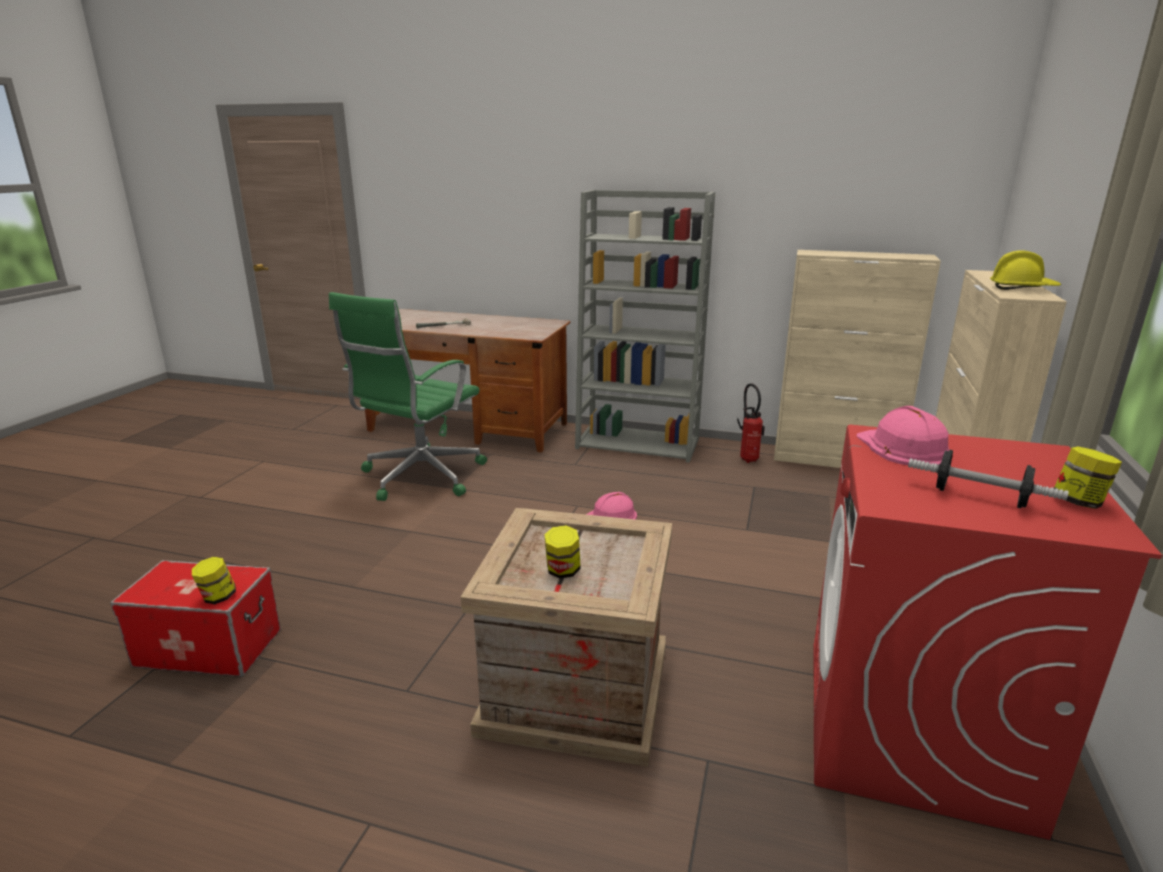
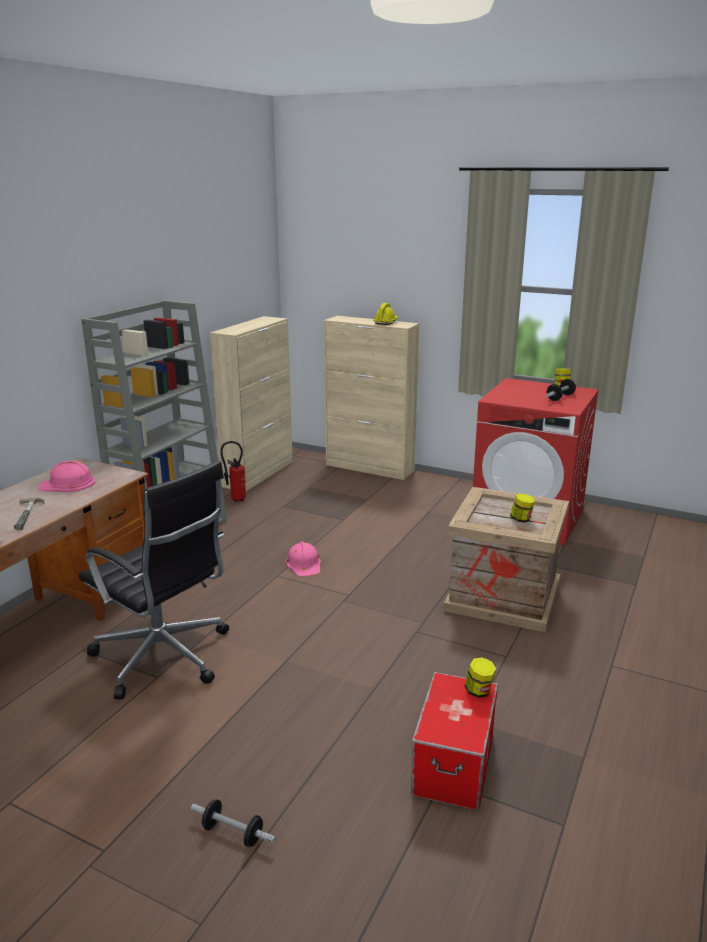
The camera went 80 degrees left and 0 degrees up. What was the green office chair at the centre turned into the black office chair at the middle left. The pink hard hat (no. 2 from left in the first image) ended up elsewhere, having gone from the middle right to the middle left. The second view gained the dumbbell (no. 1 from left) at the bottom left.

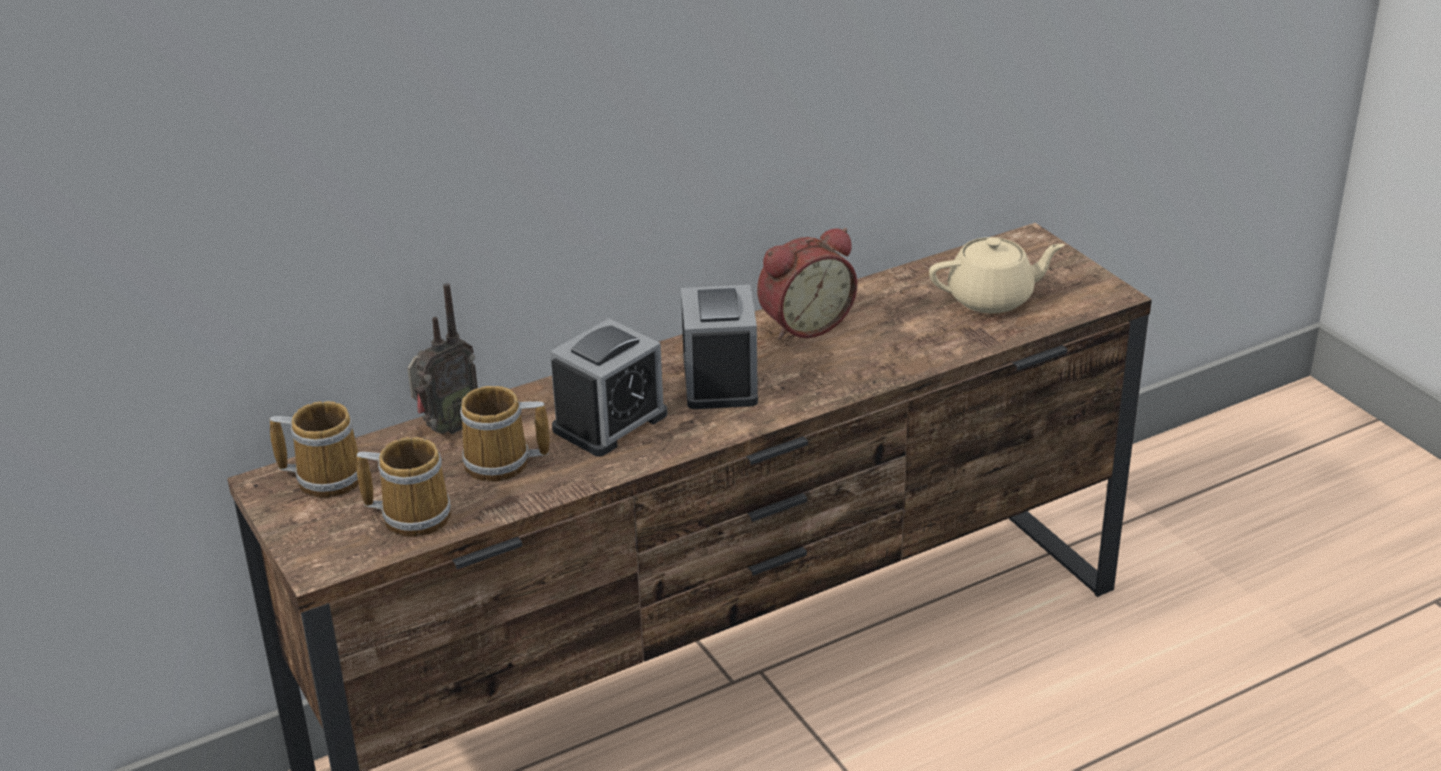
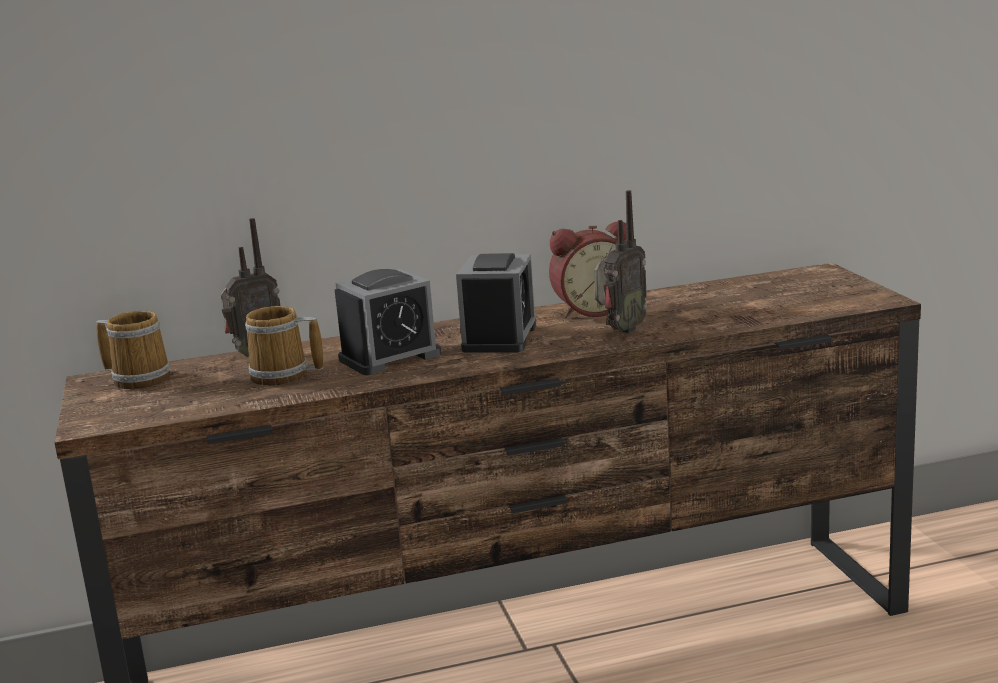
The camera went 15 degrees right and 15 degrees down. The second view lost the beige teapot at the middle right. The second view lost the mug (no. 2 from left) at the middle left. The second view gained the radio (no. 2 from left) at the centre.

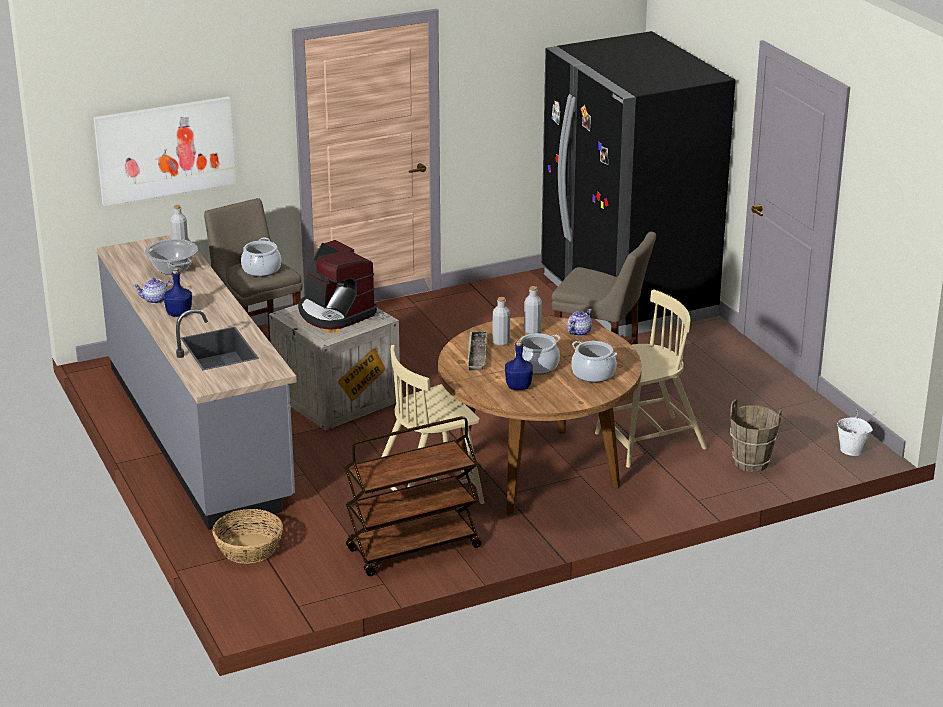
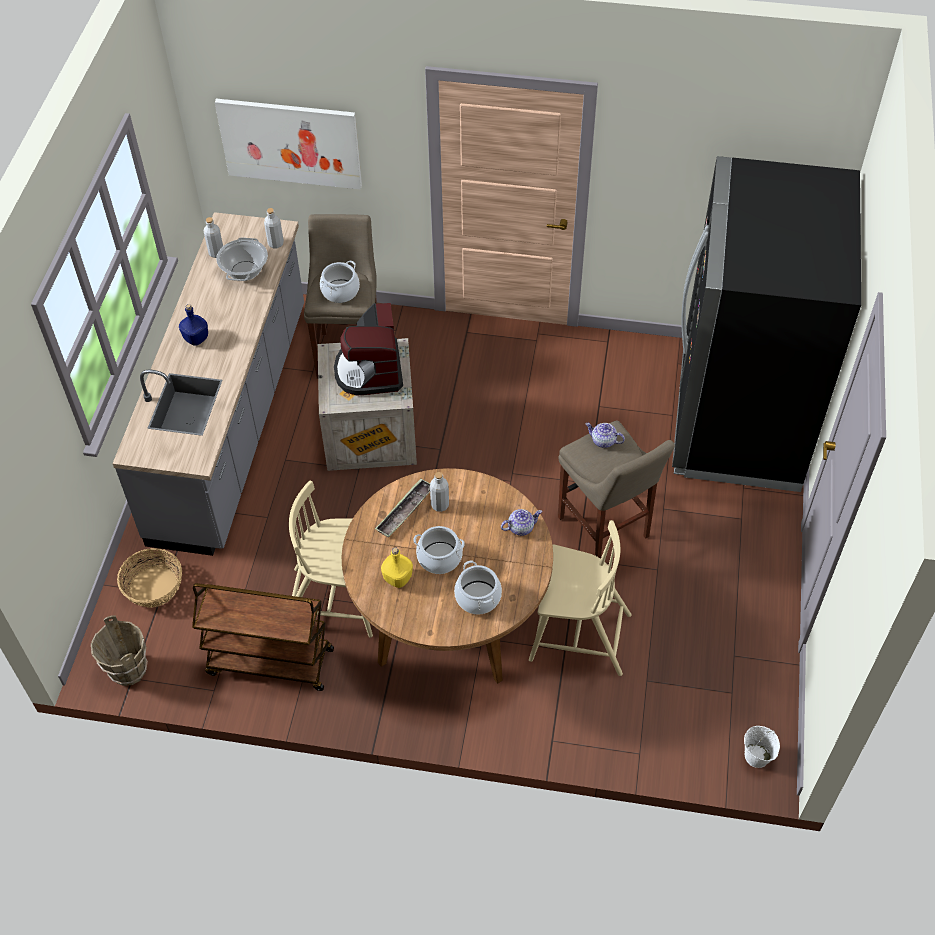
The camera went 35 degrees right and 25 degrees up. The teapot (no. 1 from left in the first image) ended up elsewhere, having gone from the middle left to the centre. The grey bottle (no. 3 from left in the first image) ended up elsewhere, having gone from the centre to the top left. What was the blue bottle (no. 2 from left) at the centre turned into the yellow bottle at the centre. The brown bucket ended up elsewhere, having gone from the middle right to the bottom left.

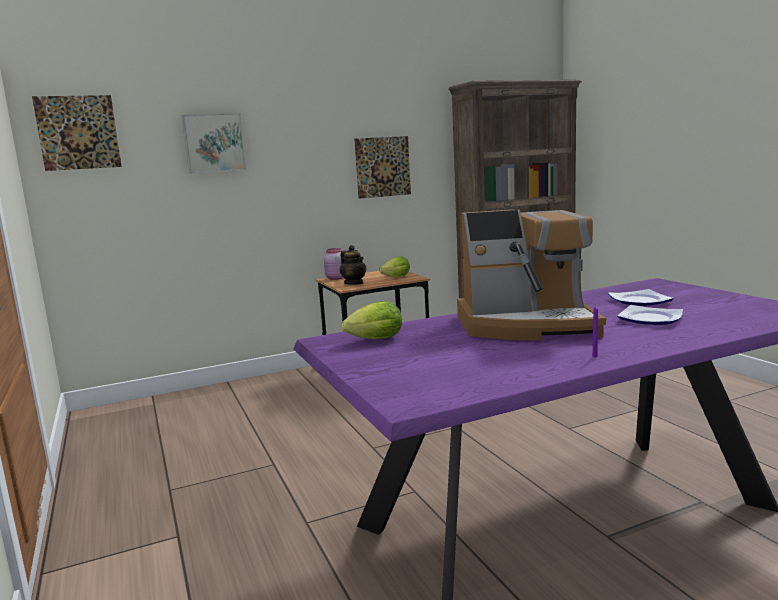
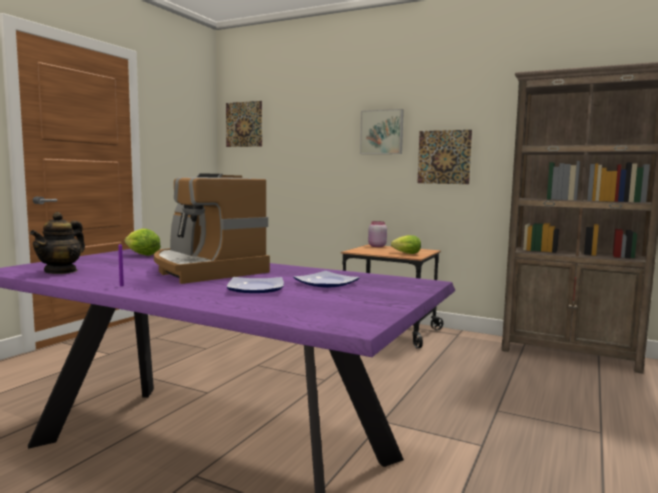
The camera went 50 degrees right and 5 degrees down. The picture (no. 2 from left) ended up elsewhere, having gone from the top left to the top centre. The teapot ended up elsewhere, having gone from the centre to the middle left.

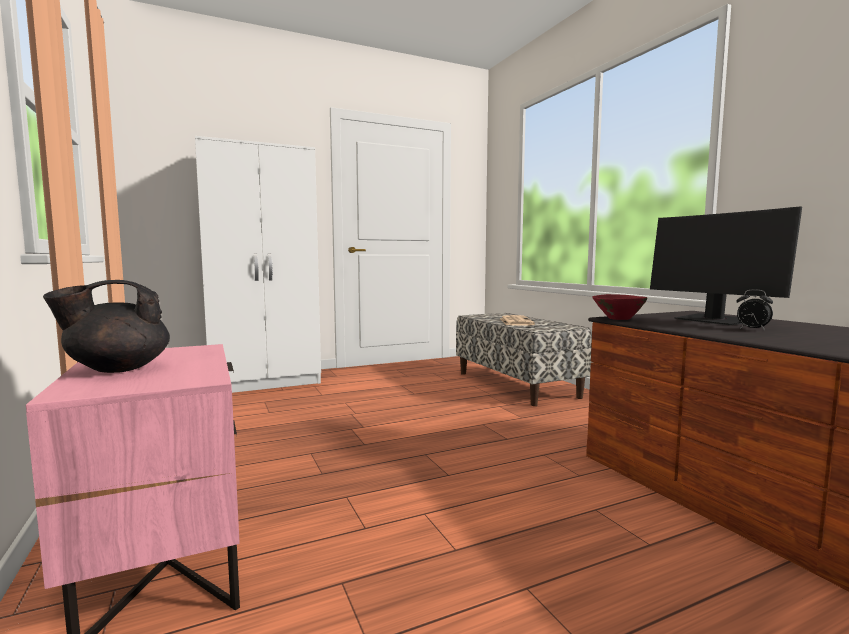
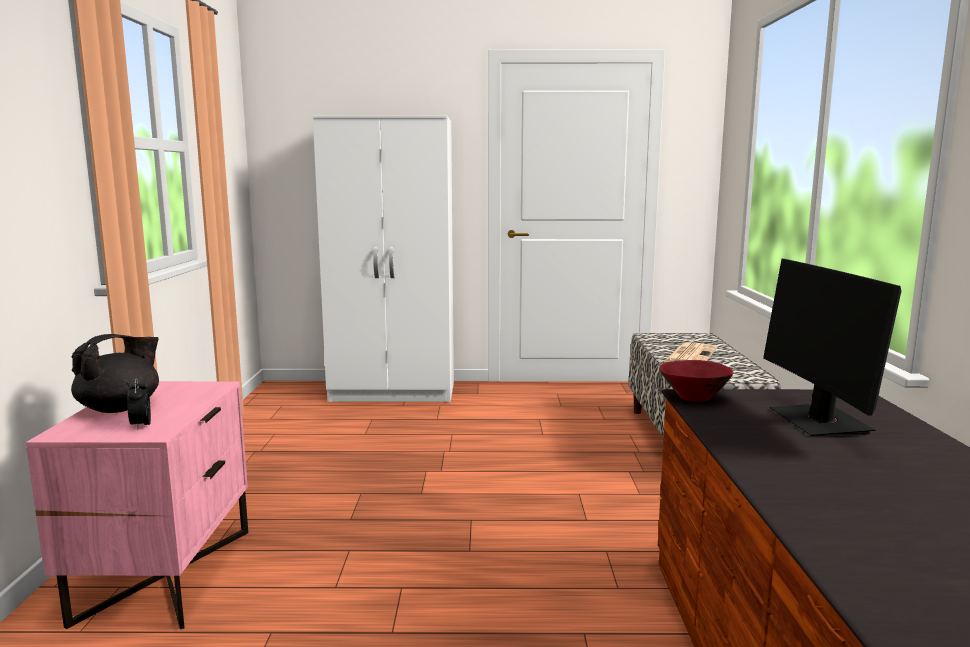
The camera went 25 degrees right and 5 degrees up. The black teapot at the middle left ended up facing another way, 135 degrees clockwise from before. The alarm clock ended up elsewhere, having gone from the middle right to the middle left.

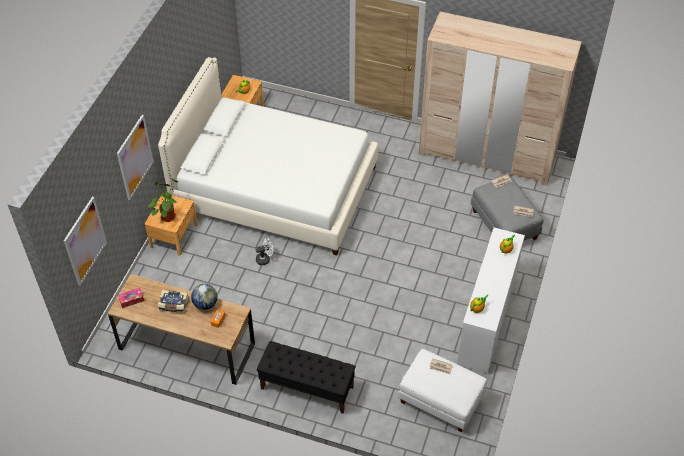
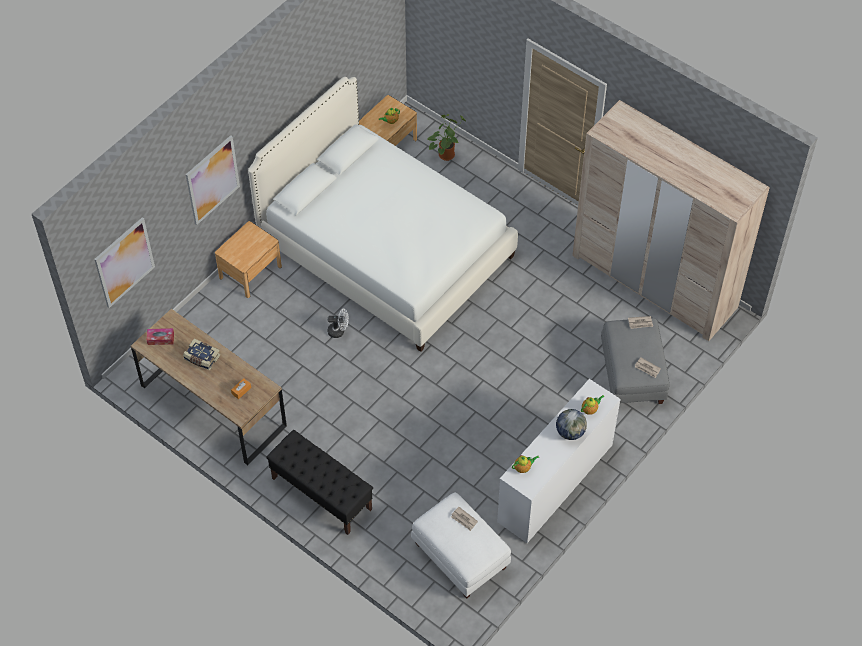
The camera went 20 degrees right and 5 degrees up. The potted plant ended up elsewhere, having gone from the middle left to the top centre. The globe ended up elsewhere, having gone from the middle left to the centre.

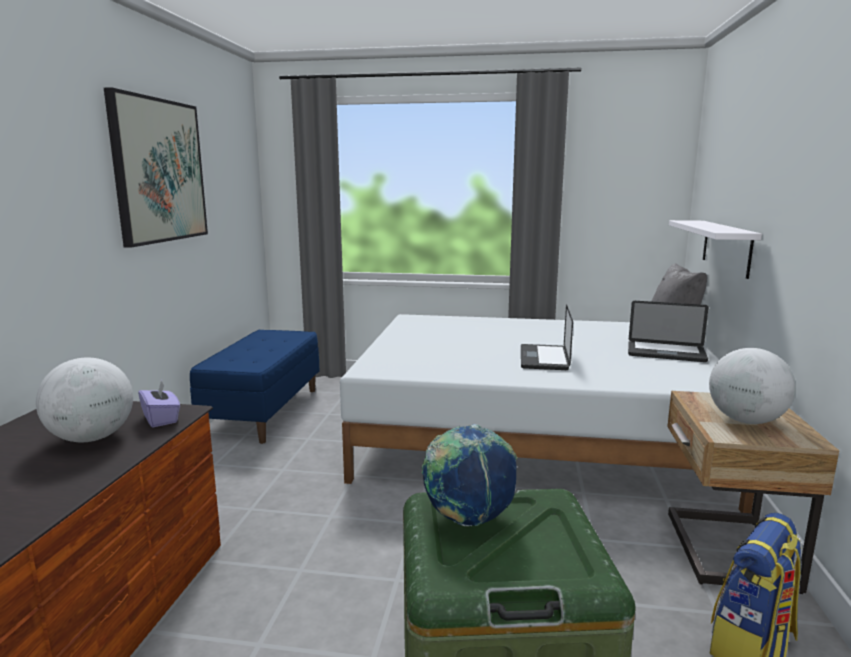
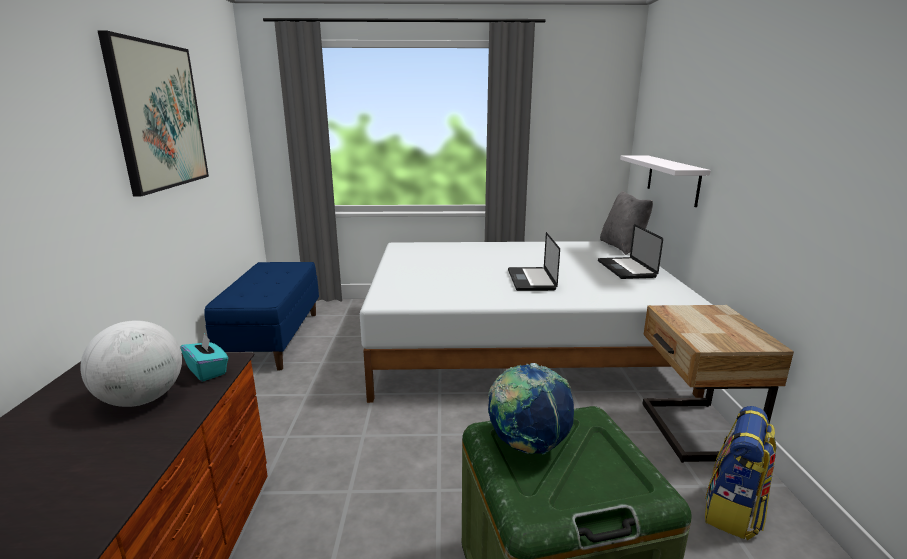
The camera went 10 degrees left and 5 degrees up. The laptop (no. 2 from left) at the middle right ended up facing another way, 75 degrees clockwise from before. The second view lost the globe (no. 3 from left) at the middle right. What was the purple tissue box at the middle left turned into the turquoise tissue box at the middle left.

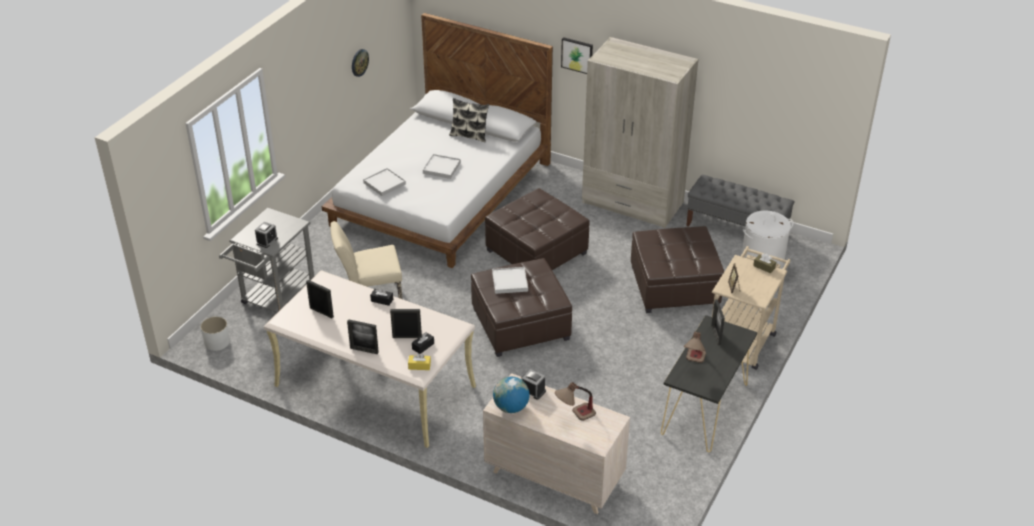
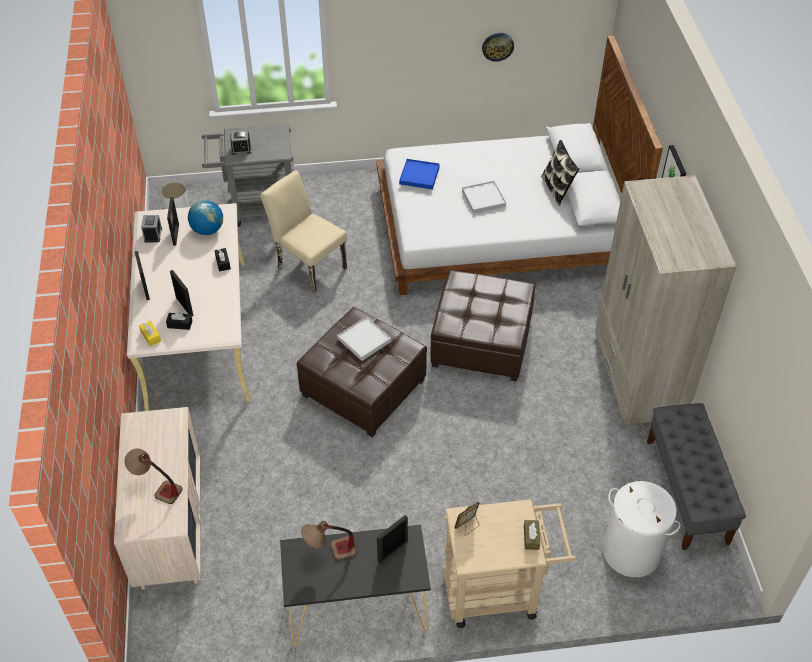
The camera went 55 degrees right and 10 degrees up. What was the white tray (no. 1 from left) at the centre turned into the blue tray at the top centre. The second view lost the brown ottoman (no. 3 from left) at the centre. The alarm clock (no. 2 from left in the first image) ended up elsewhere, having gone from the bottom centre to the middle left. The globe ended up elsewhere, having gone from the bottom centre to the top left.

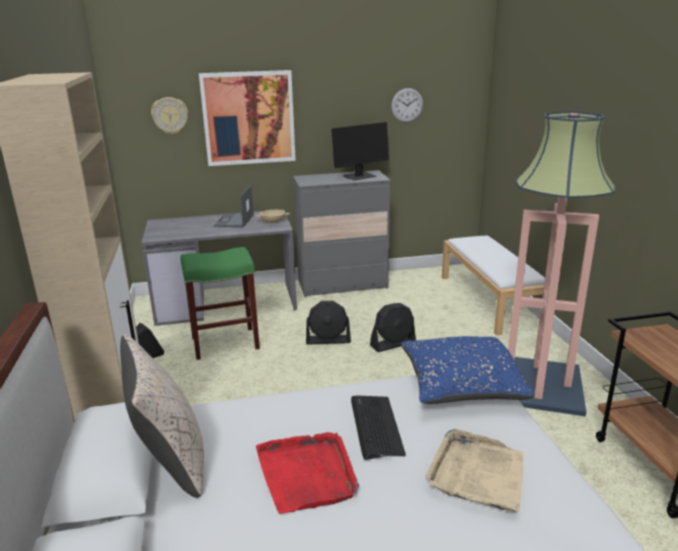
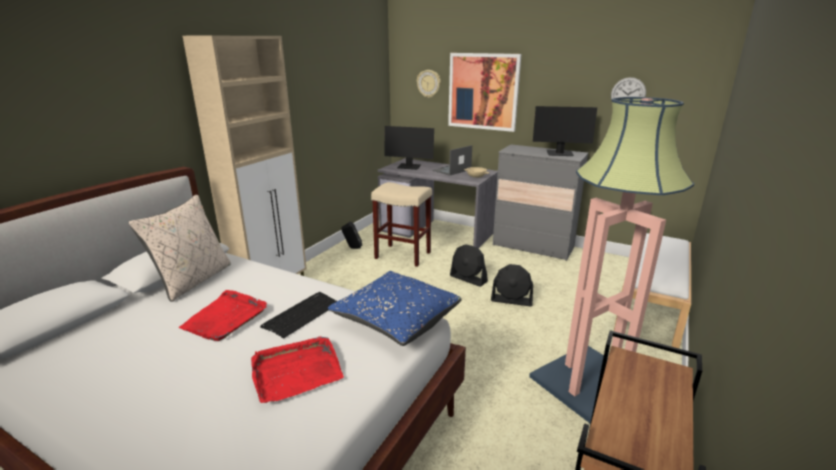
The camera went 40 degrees right and 0 degrees up. What was the green stool at the middle left turned into the beige stool at the centre. What was the beige tray at the bottom right turned into the red tray (no. 2 from left) at the bottom centre. The second view gained the monitor (no. 1 from left) at the top centre.

